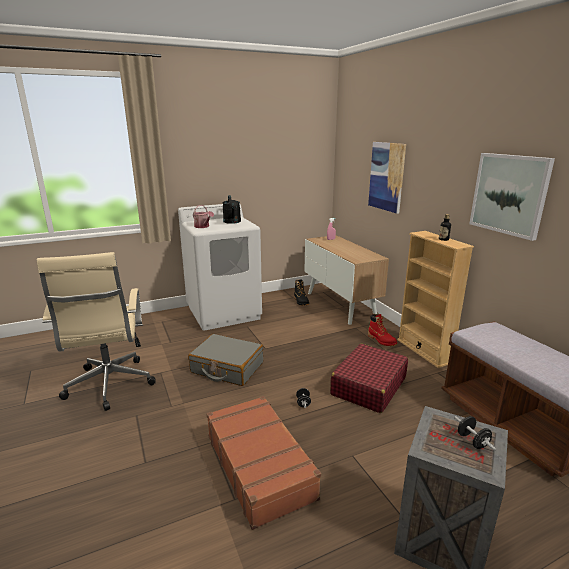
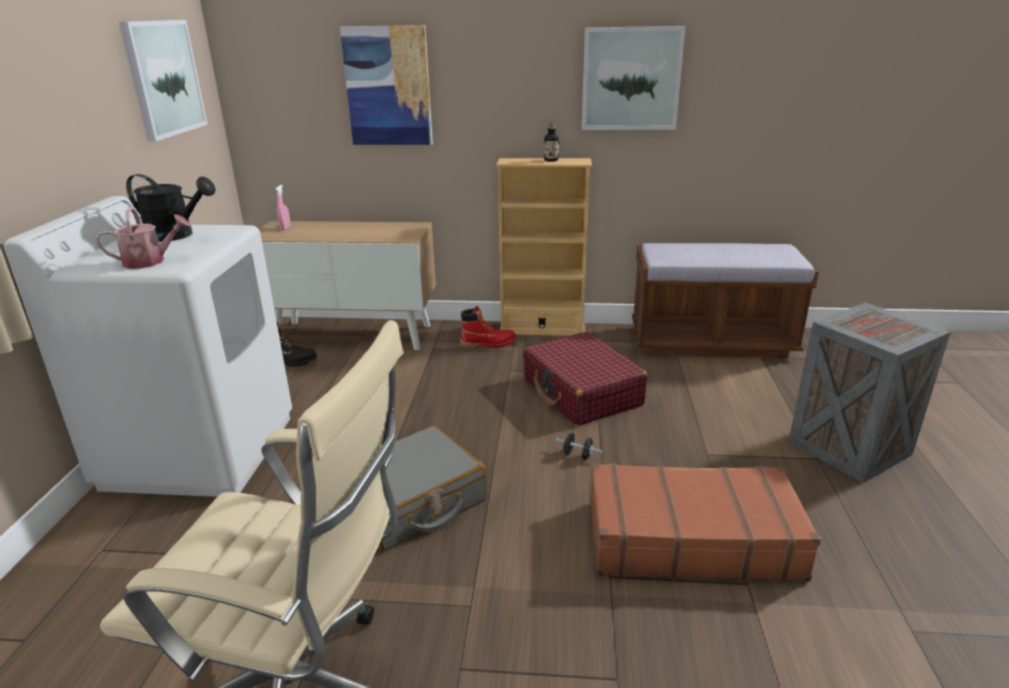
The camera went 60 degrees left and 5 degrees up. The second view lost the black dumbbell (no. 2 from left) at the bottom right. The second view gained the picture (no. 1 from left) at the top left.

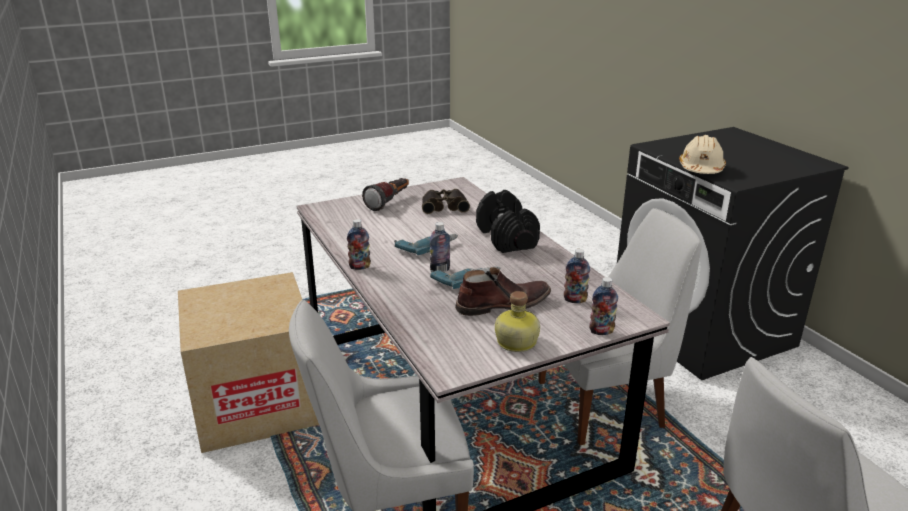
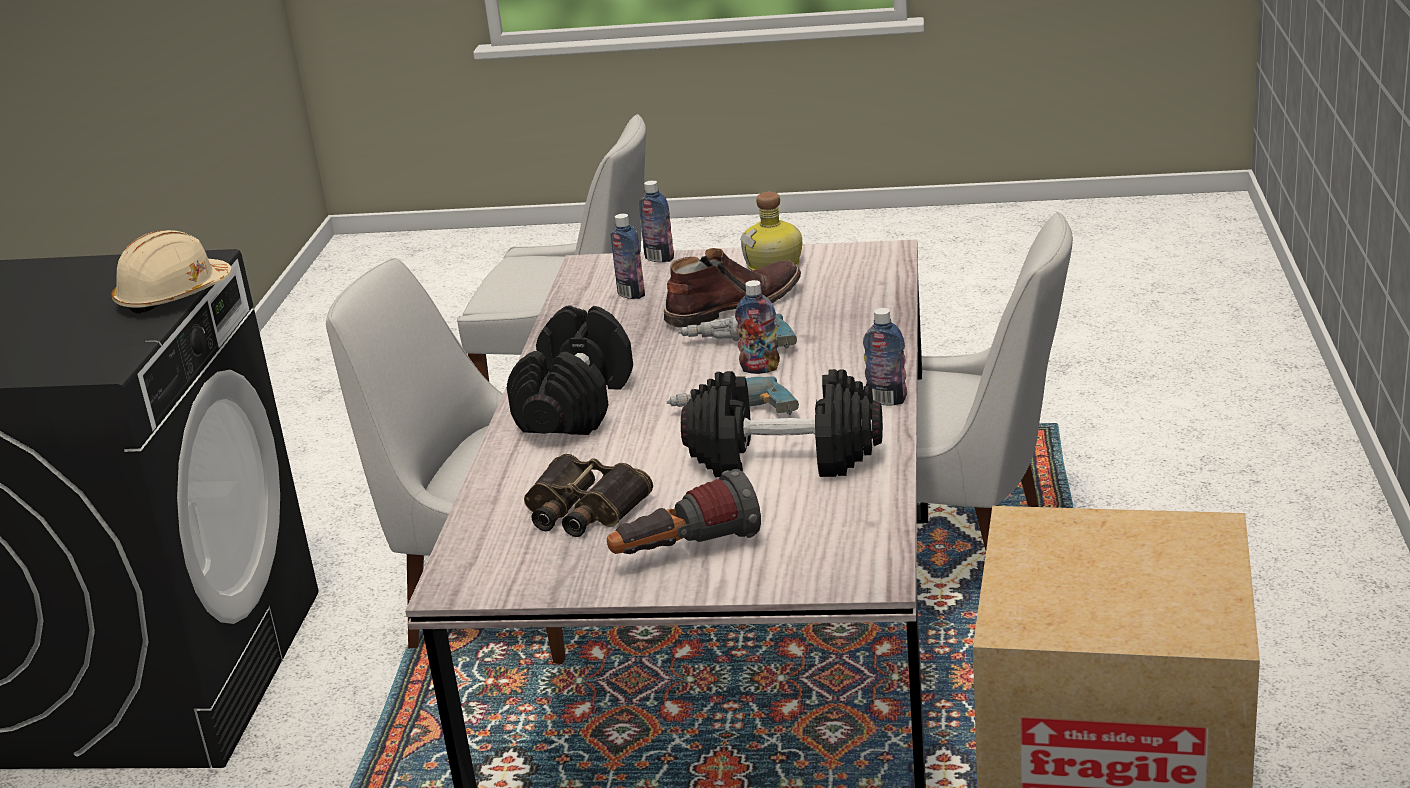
The camera went 145 degrees left and 0 degrees up. The brown boot at the centre ended up facing another way, 135 degrees clockwise from before. The second view gained the black dumbbell (no. 2 from left) at the centre.

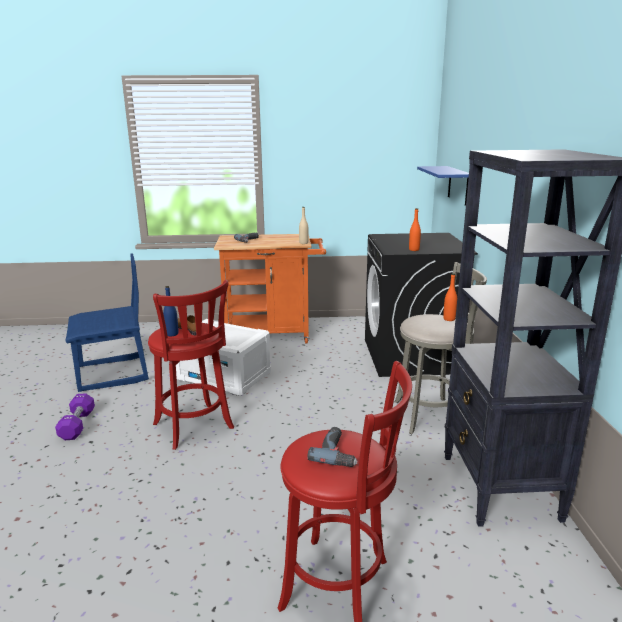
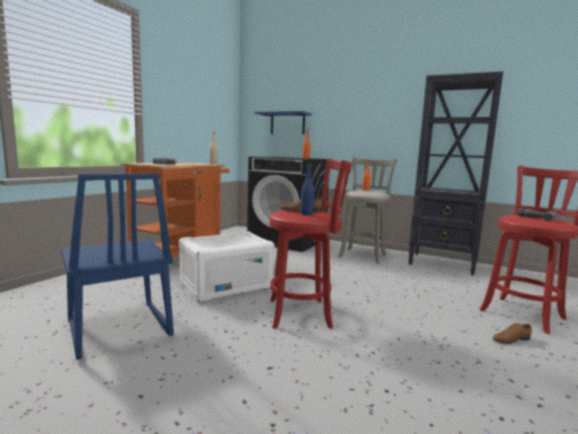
The camera went 60 degrees left and 10 degrees down. The blue chair at the middle left ended up facing another way, 135 degrees clockwise from before. The second view lost the purple dumbbell at the bottom left. The second view gained the brown shoe (no. 2 from left) at the bottom right.

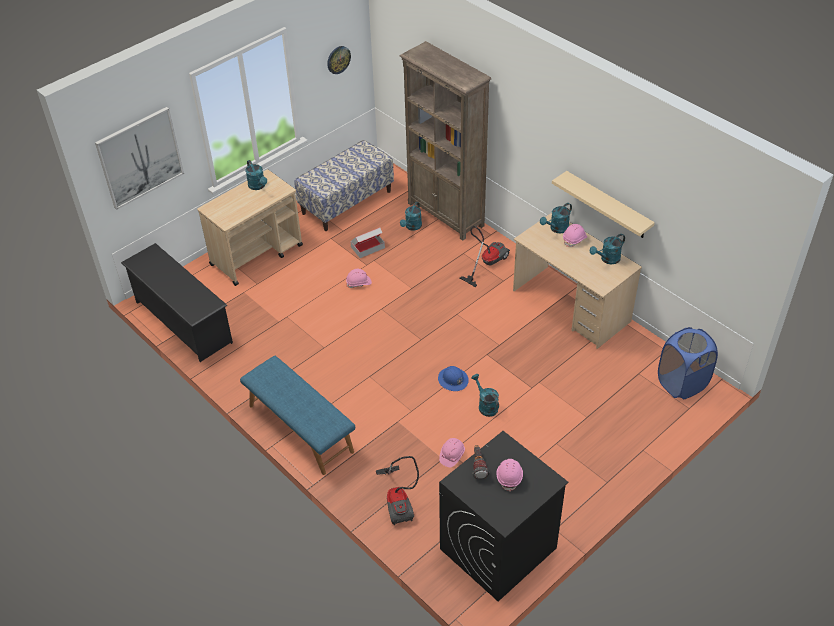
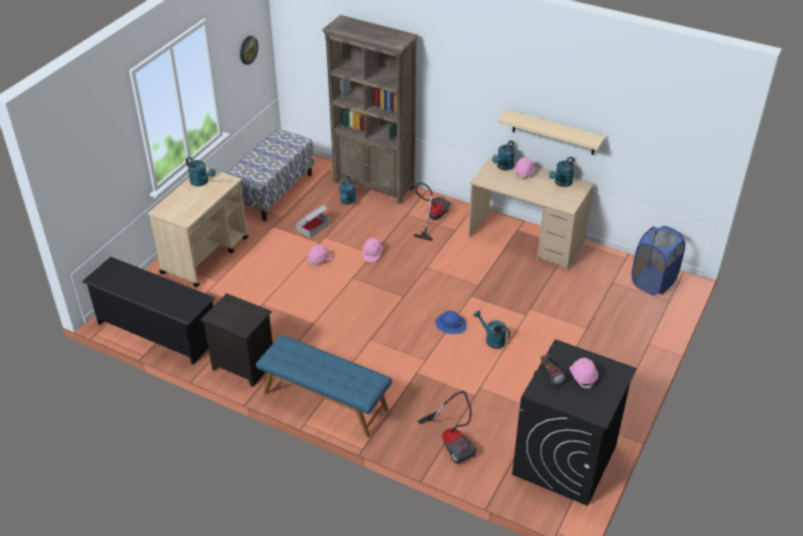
The camera went 20 degrees left and 5 degrees down. The second view lost the picture at the top left. The pink hard hat (no. 2 from left) ended up elsewhere, having gone from the bottom centre to the centre. The second view gained the black nightstand at the middle left.

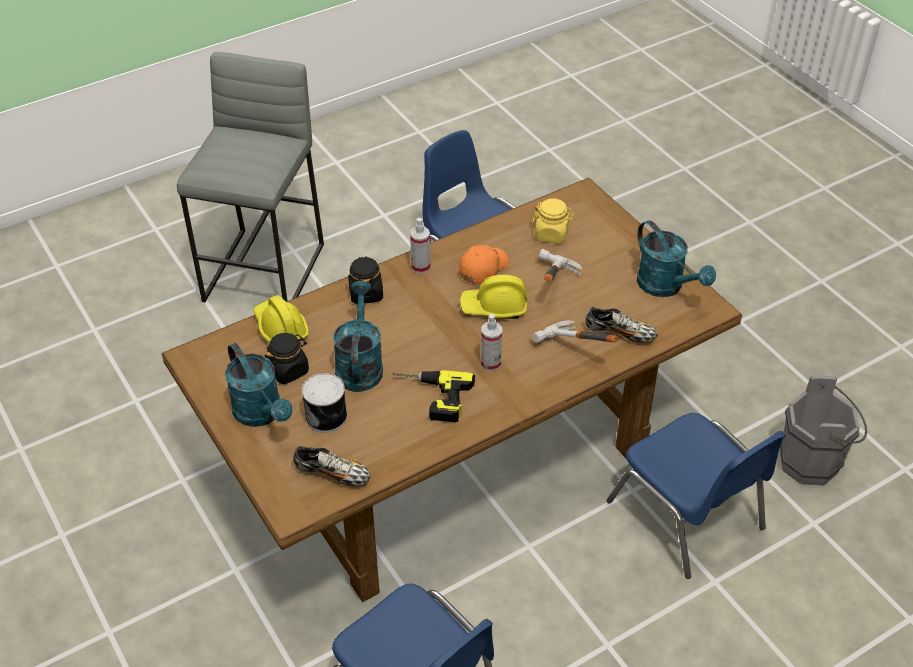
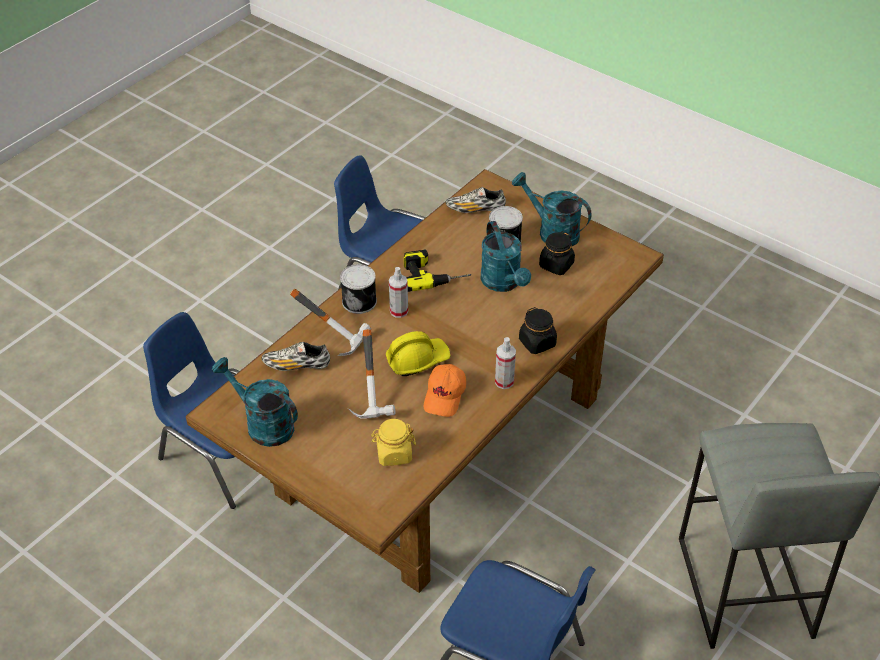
The camera went 160 degrees right and 0 degrees up. The second view lost the yellow hard hat (no. 1 from left) at the middle left. The second view lost the grey bucket at the middle right. The second view gained the can (no. 1 from left) at the centre.

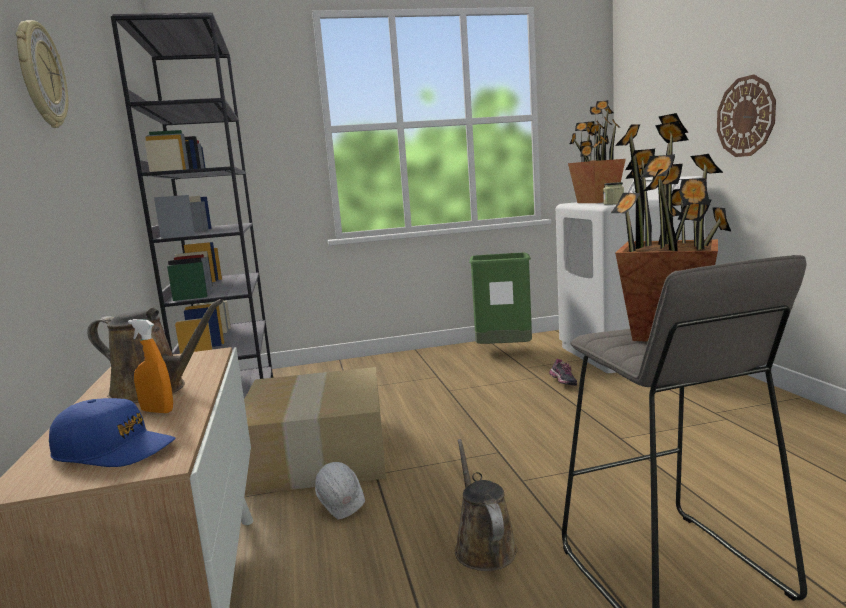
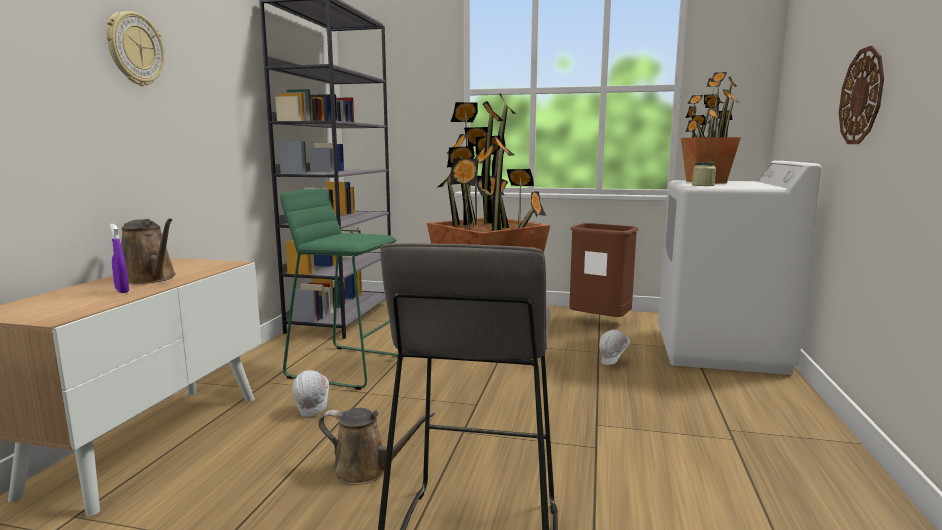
The camera went 25 degrees right and 0 degrees up. What was the green trash can at the centre turned into the brown trash can at the centre. What was the orange spray bottle at the middle left turned into the purple spray bottle at the middle left. Where the shoe stood at the centre, the white hard hat (no. 2 from left) came to stand at the centre. Where the cardboard box stood at the bottom centre, the green stool came to stand at the centre. The second view lost the blue cap at the bottom left. The brown watering can (no. 2 from left) at the bottom centre ended up facing another way, 90 degrees clockwise from before.

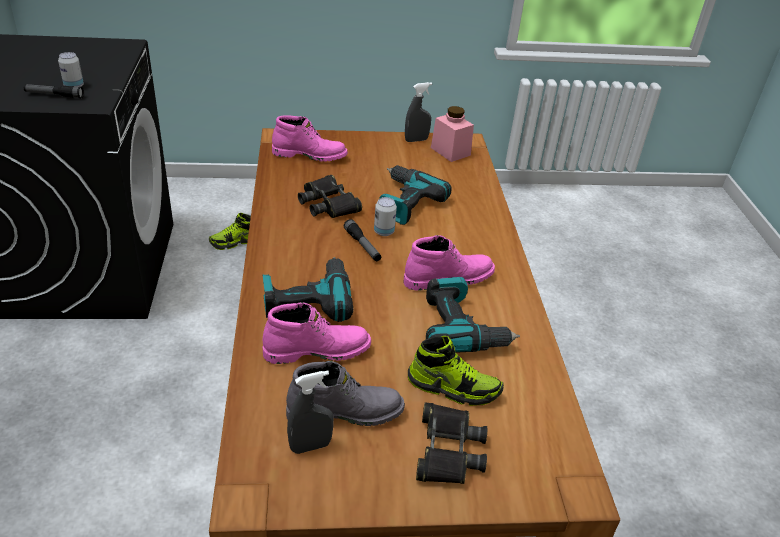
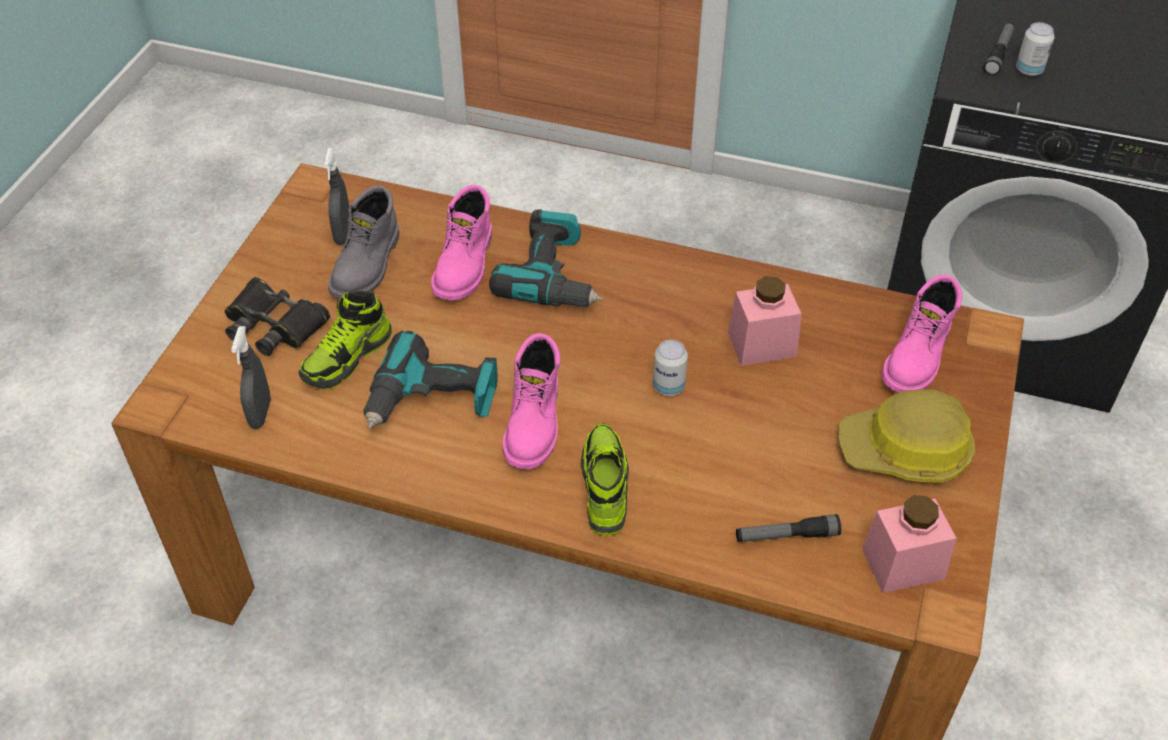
The camera went 115 degrees right and 10 degrees up. The grey spray bottle (no. 2 from left in the first image) ended up elsewhere, having gone from the top centre to the middle left. The second view lost the power drill (no. 2 from left) at the centre. Where the black binoculars (no. 1 from left) stood at the centre, the pink jar (no. 1 from left) came to stand at the centre. The shoe (no. 1 from left in the first image) ended up elsewhere, having gone from the middle left to the centre. The flashlight (no. 2 from left in the first image) ended up elsewhere, having gone from the centre to the bottom right. The second view gained the hard hat at the middle right.

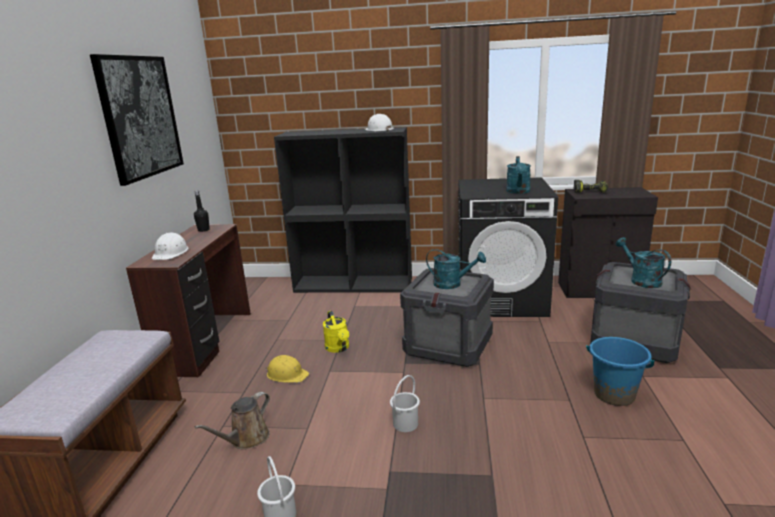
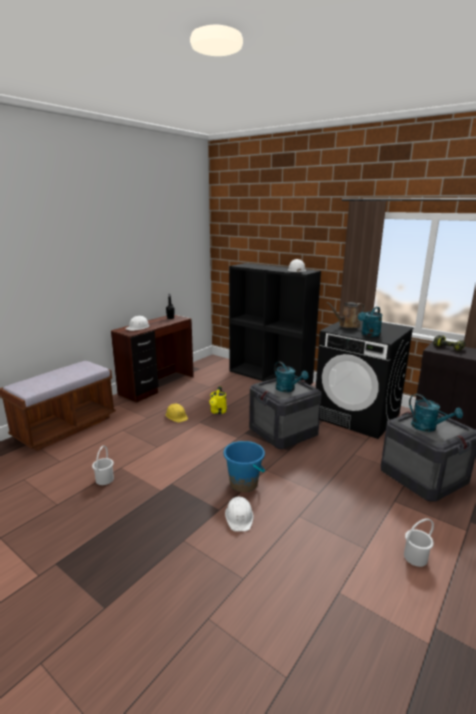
The camera went 30 degrees right and 0 degrees up. The second view lost the picture at the top left. The turquoise watering can (no. 3 from left) at the middle right ended up facing another way, 135 degrees clockwise from before. The blue bucket ended up elsewhere, having gone from the bottom right to the centre. The white bucket (no. 2 from left) ended up elsewhere, having gone from the bottom centre to the bottom right. The brown watering can ended up elsewhere, having gone from the bottom left to the middle right. The second view gained the white hard hat (no. 2 from left) at the bottom centre.

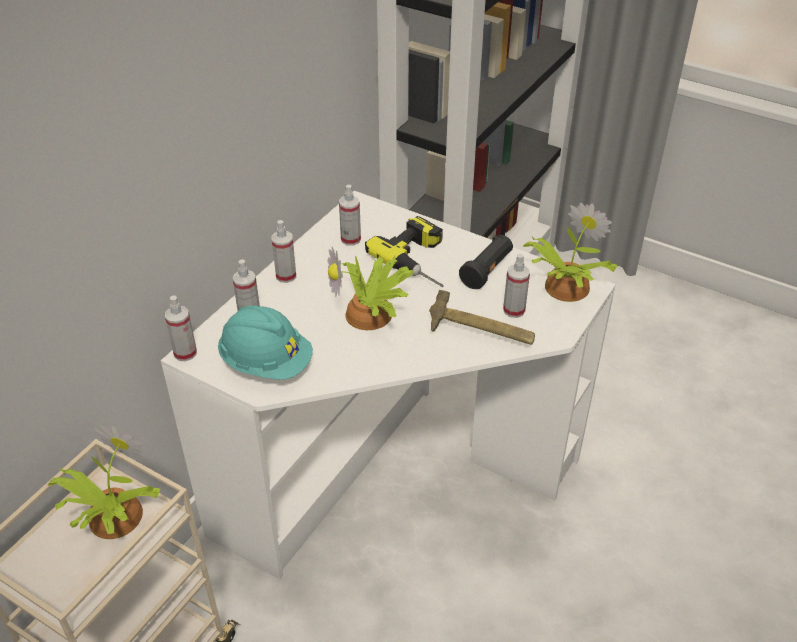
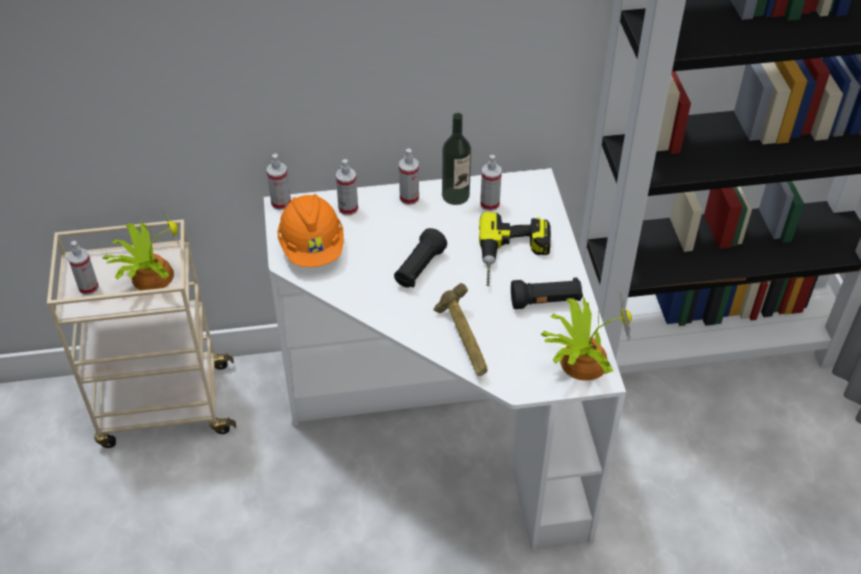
The camera went 50 degrees right and 5 degrees up. Where the potted plant (no. 2 from left) stood at the centre, the black flashlight (no. 1 from left) came to stand at the centre. The spray bottle (no. 5 from left in the first image) ended up elsewhere, having gone from the centre to the middle left. What was the turquoise hard hat at the middle left turned into the orange hard hat at the centre. The second view gained the bottle at the top centre.

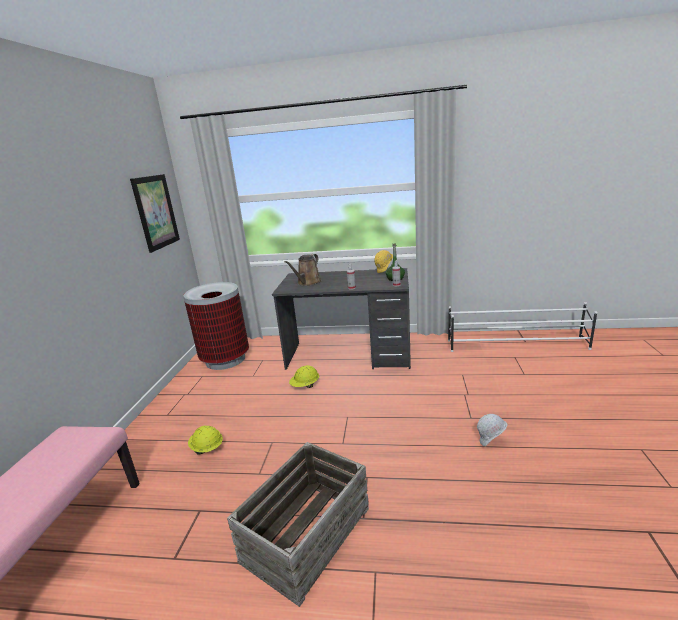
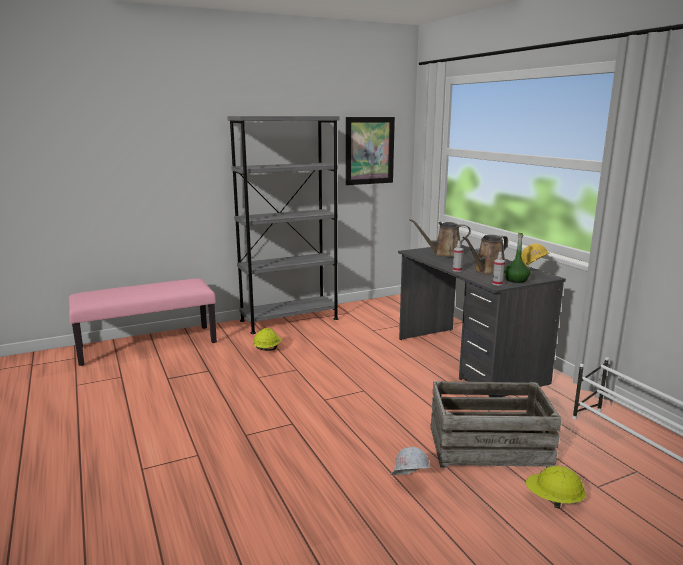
The camera went 55 degrees right and 5 degrees down. The second view lost the trash can at the middle left. The yellow hard hat (no. 2 from left in the first image) ended up elsewhere, having gone from the centre to the bottom right. The crate ended up elsewhere, having gone from the bottom centre to the bottom right. The second view gained the grey bookcase at the centre. The second view gained the brown watering can (no. 2 from left) at the middle right.

